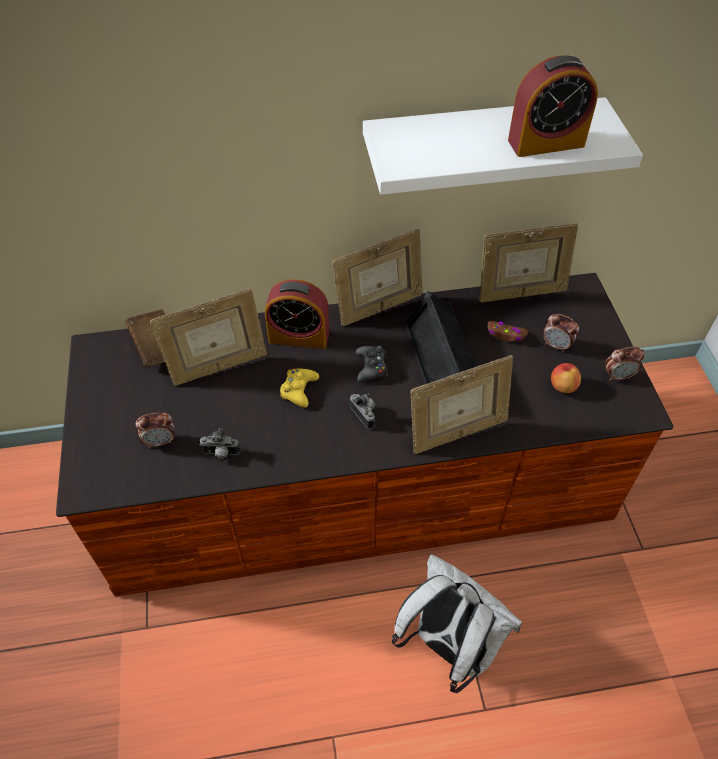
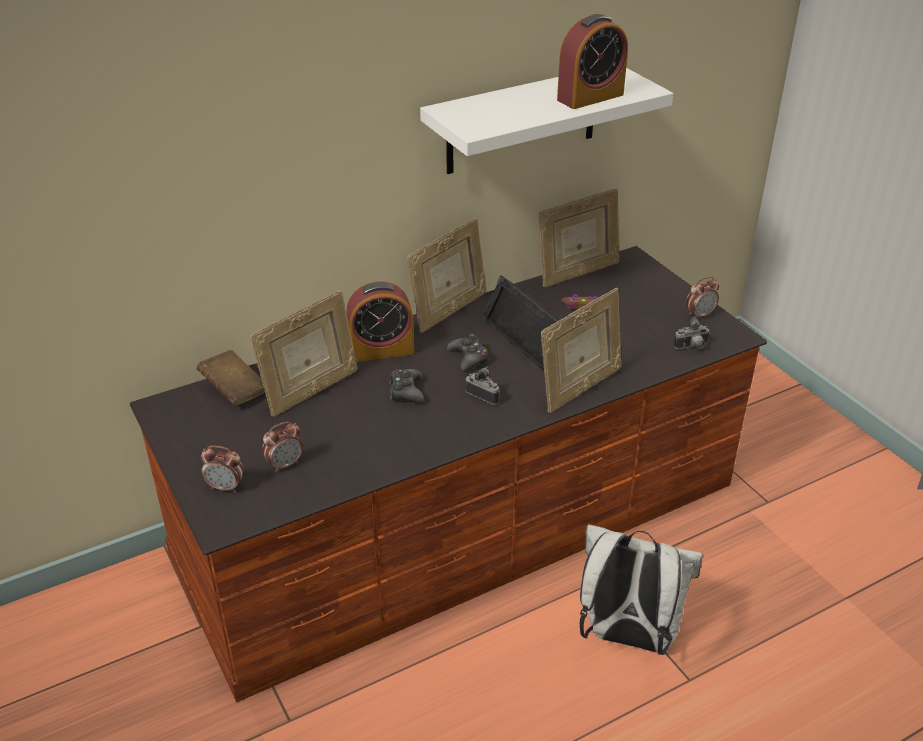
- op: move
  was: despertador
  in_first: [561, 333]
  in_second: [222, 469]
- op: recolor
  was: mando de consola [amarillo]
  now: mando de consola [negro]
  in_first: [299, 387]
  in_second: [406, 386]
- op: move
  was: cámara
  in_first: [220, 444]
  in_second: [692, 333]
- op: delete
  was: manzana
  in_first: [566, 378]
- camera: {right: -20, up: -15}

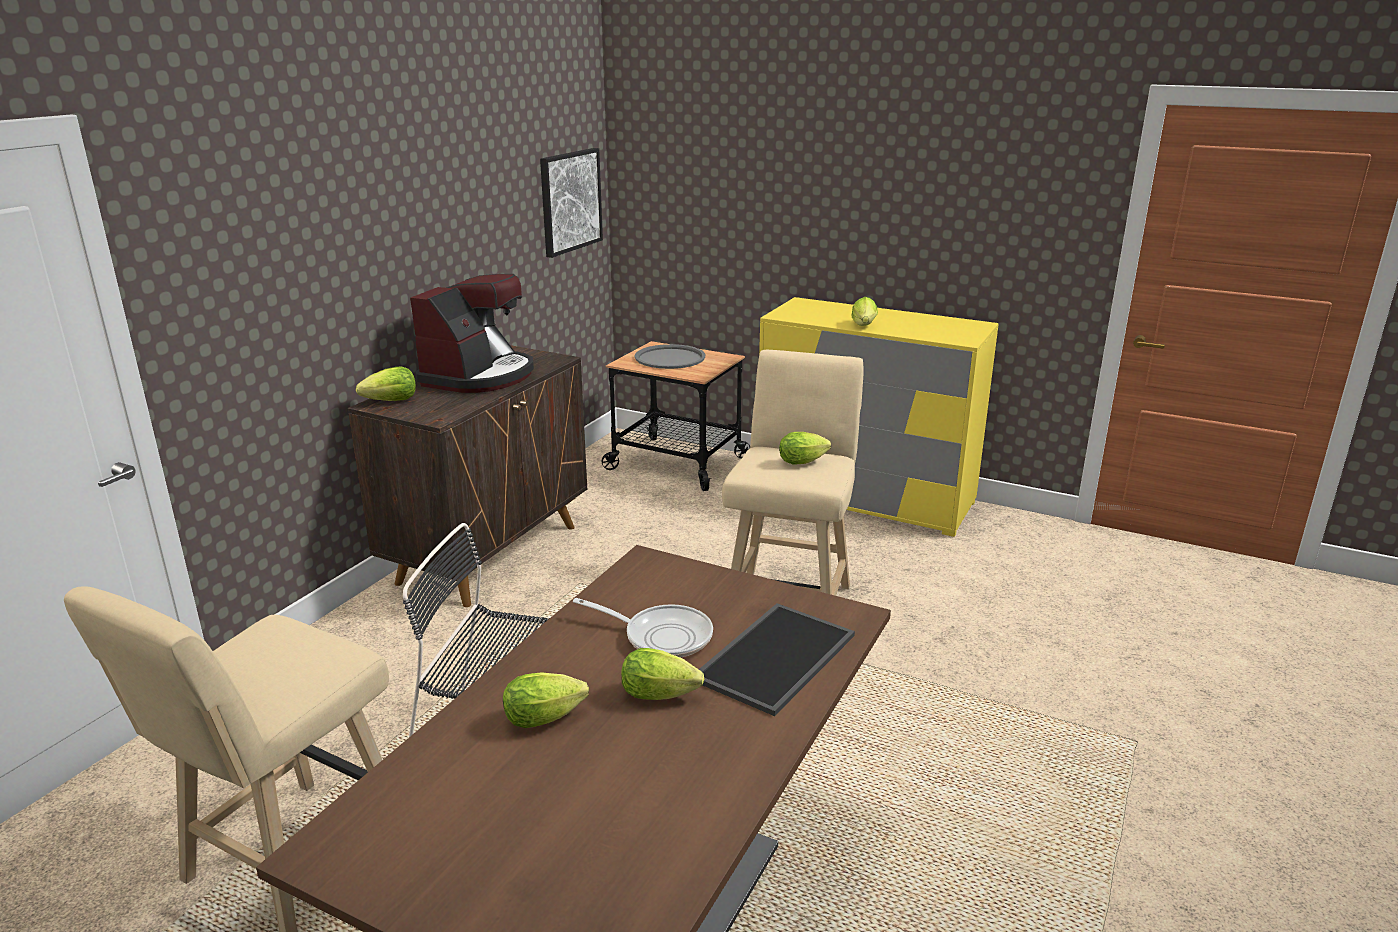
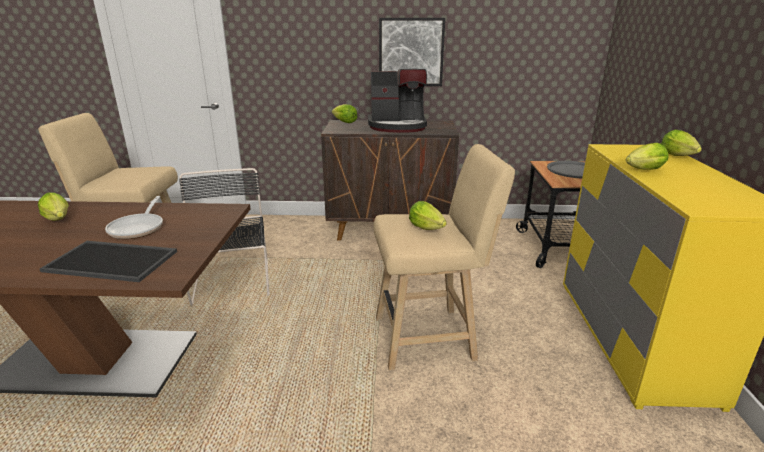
- op: move
  was: cuadro
  in_first: [571, 203]
  in_second: [412, 52]
- op: move
  was: lechuga
  in_first: [662, 674]
  in_second: [681, 143]
- camera: {right: 65, up: 0}

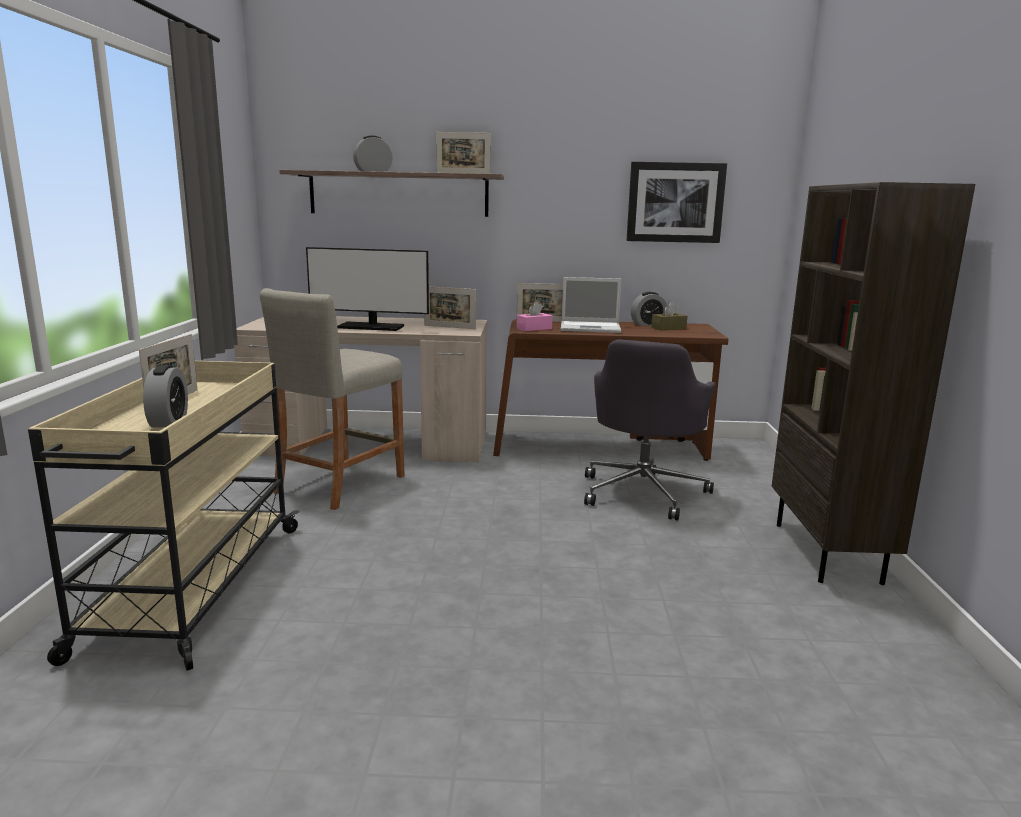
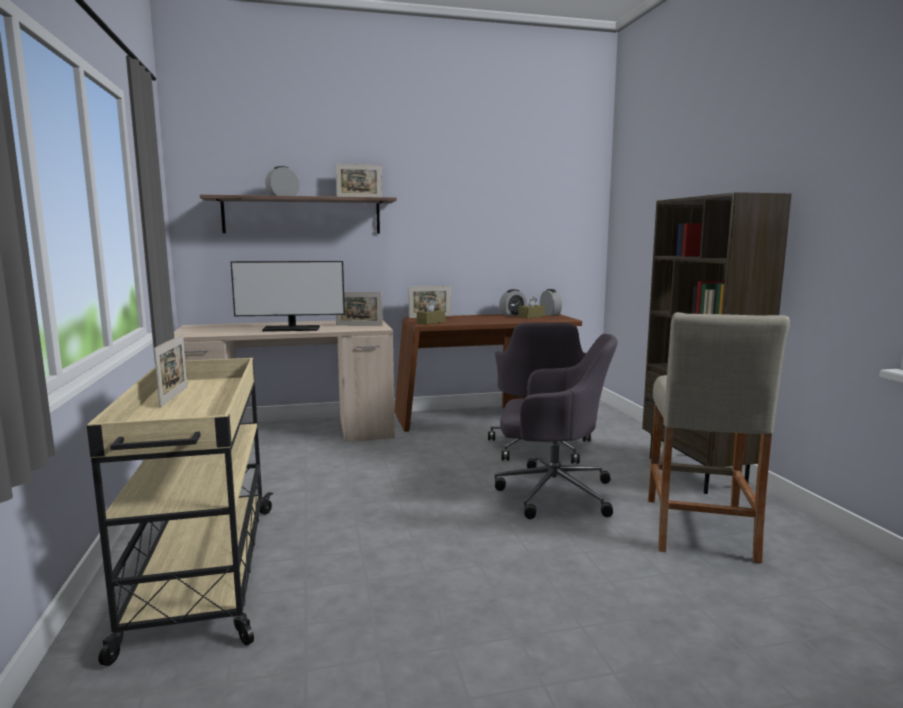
- op: recolor
  was: caja de pañuelos [rosa]
  now: caja de pañuelos [marrón]
  in_first: [535, 316]
  in_second: [431, 312]
- op: insert
  now: silla de oficina [gris]
  in_second: [556, 426]
- op: move
  was: despertador
  in_first: [165, 396]
  in_second: [551, 302]
- op: move
  was: taburete [beis]
  in_first: [332, 399]
  in_second: [719, 437]
- op: delete
  was: portátil
  in_first: [591, 305]
- op: delete
  was: cuadro
  in_first: [676, 202]
- camera: {right: -15, up: -5}

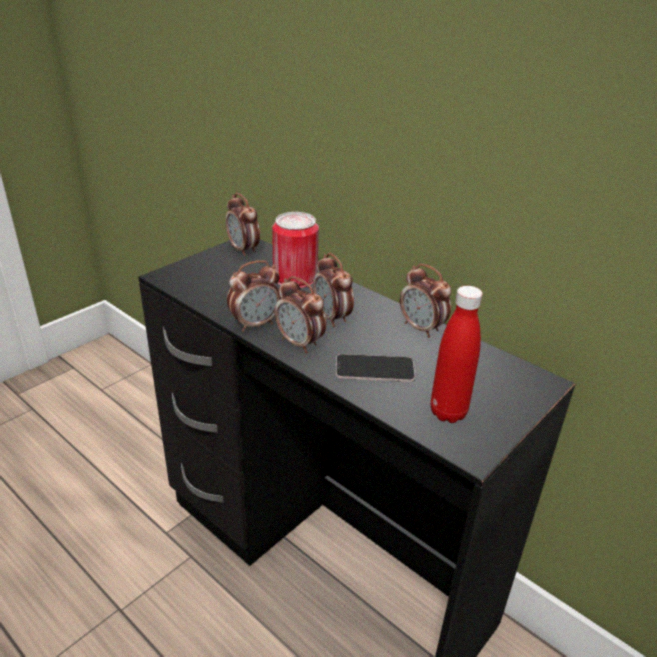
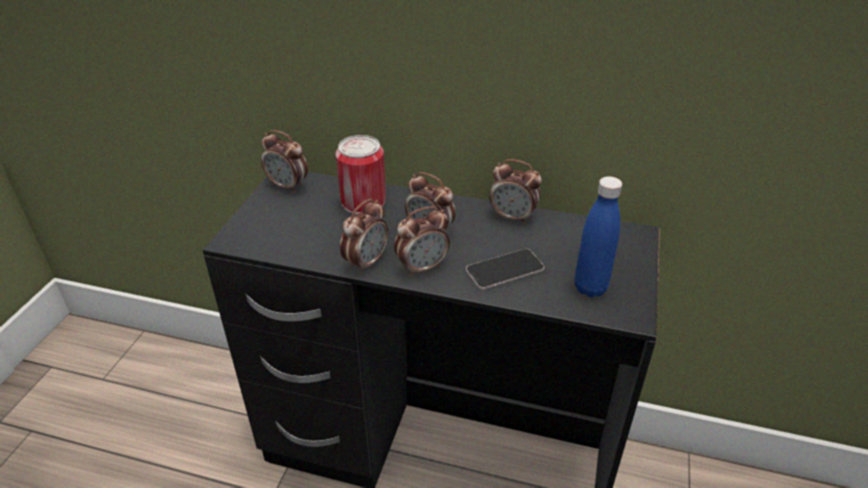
- op: rotate
  was: despertador
  in_first: [300, 314]
  in_second: [422, 241]
  clockwise: -45
- op: recolor
  was: botella [rojo]
  now: botella [azul]
  in_first: [457, 354]
  in_second: [598, 236]
- camera: {right: -25, up: 5}

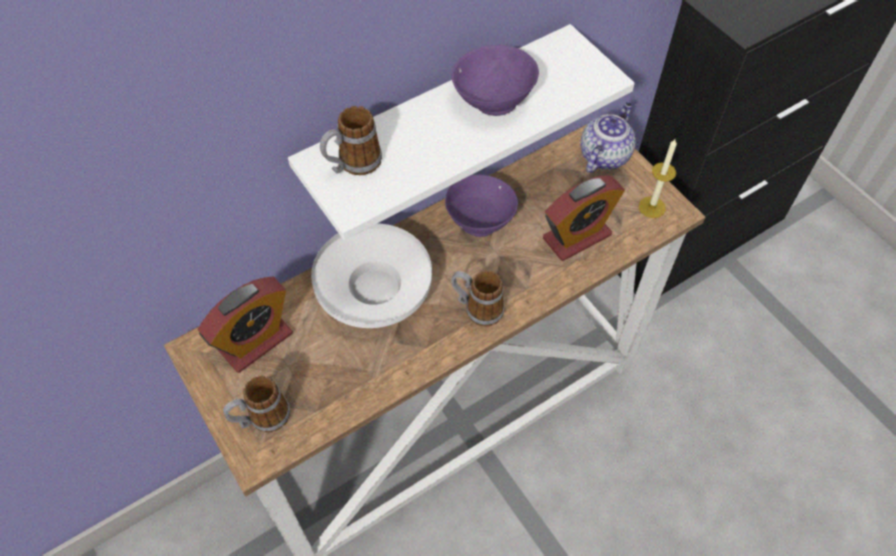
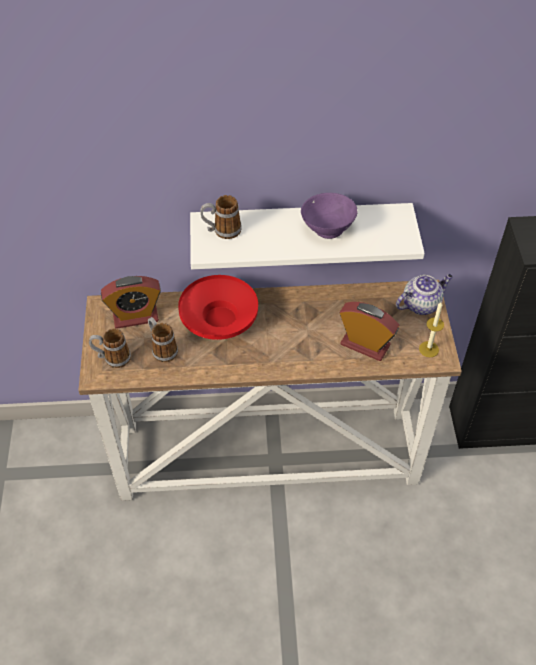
- op: move
  was: taza grande
  in_first: [477, 298]
  in_second: [163, 339]
- op: recolor
  was: cuenco [blanco]
  now: cuenco [rojo]
  in_first: [371, 275]
  in_second: [218, 307]
- op: rotate
  was: despertador
  in_first: [584, 218]
  in_second: [369, 331]
  clockwise: -150
- op: delete
  was: cuenco [morado]
  in_first: [481, 206]
- camera: {right: 30, up: -5}

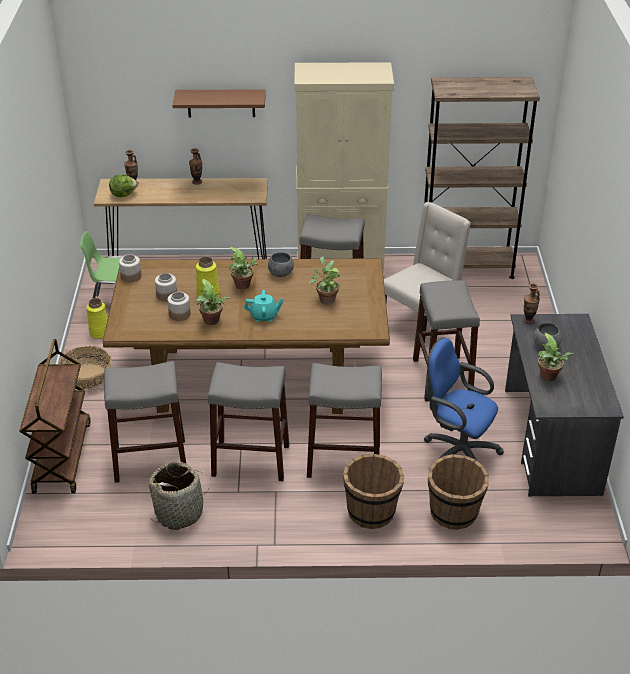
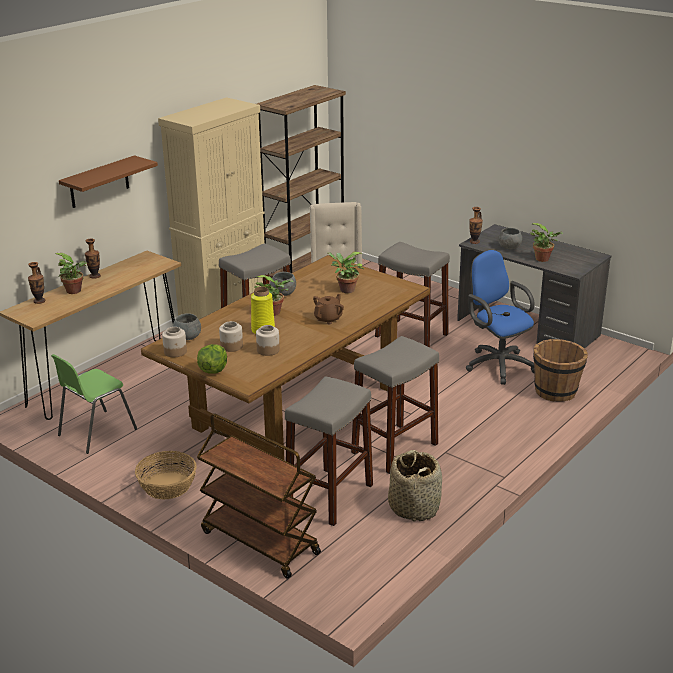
- op: move
  was: planta en maceta
  in_first: [213, 302]
  in_second: [71, 273]
- op: insert
  now: cuenco [gris]
  in_second: [186, 326]
- op: move
  was: lechuga
  in_first: [123, 185]
  in_second: [212, 359]
- op: recolor
  was: tetera [turquesa]
  now: tetera [marrón]
  in_first: [264, 306]
  in_second: [328, 309]
- op: rotate
  was: silla de oficina [azul]
  in_first: [464, 399]
  in_second: [500, 317]
  clockwise: 75
- op: delete
  was: florero [amarillo]
  in_first: [96, 318]
- op: delete
  was: taburete [gris]
  in_first: [344, 420]
- op: delete
  was: cubo [marrón]
  in_first: [373, 491]
- camera: {right: -50, up: -10}

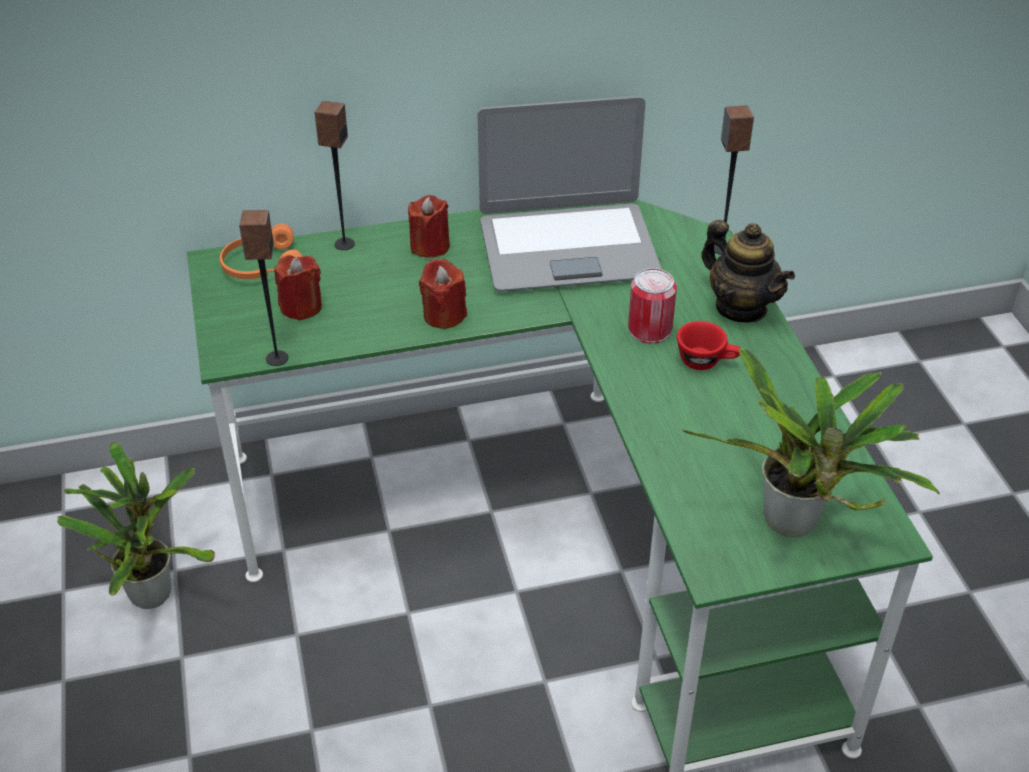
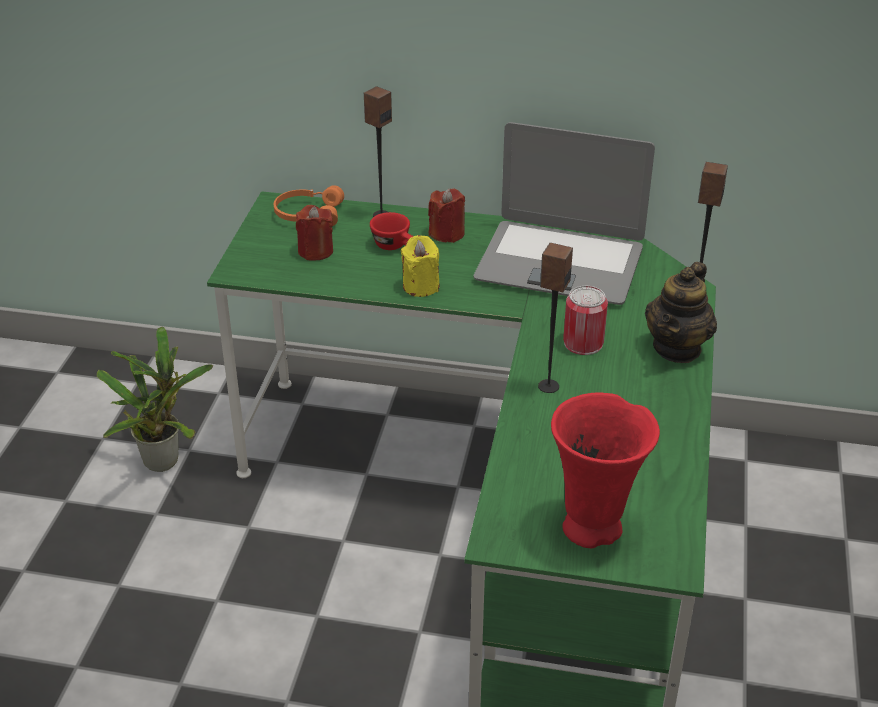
- op: move
  was: taza [rojo]
  in_first: [709, 345]
  in_second: [391, 231]
- op: recolor
  was: vela [rojo]
  now: vela [amarillo]
  in_first: [443, 293]
  in_second: [420, 266]
- op: move
  was: altavoz
  in_first: [263, 288]
  in_second: [555, 318]
- op: replace
  was: planta en maceta
  now: florero [rojo]
  in_first: [811, 442]
  in_second: [605, 471]
- op: rotate
  was: tetera
  in_first: [748, 271]
  in_second: [681, 312]
  clockwise: 45
- camera: {right: 25, up: -5}

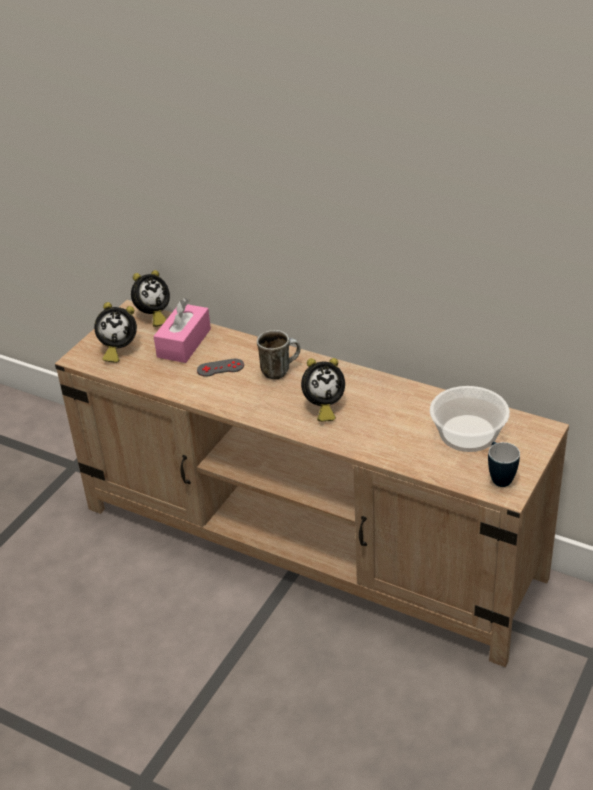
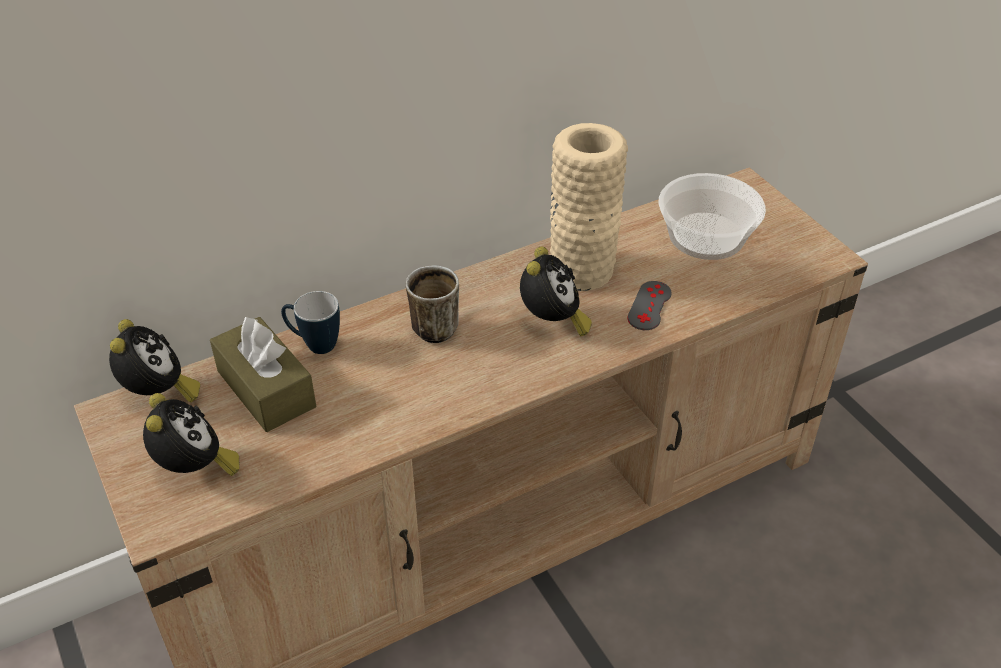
- op: rotate
  was: despertador
  in_first: [115, 332]
  in_second: [191, 434]
  clockwise: -45
- op: recolor
  was: caja de pañuelos [rosa]
  now: caja de pañuelos [marrón]
  in_first: [182, 330]
  in_second: [263, 374]
- op: move
  was: taza grande
  in_first: [504, 464]
  in_second: [310, 322]
- op: insert
  now: florero [beis]
  in_second: [589, 207]
- op: move
  was: mando de consola [gris]
  in_first: [220, 368]
  in_second: [649, 305]
- camera: {right: -60, up: 5}

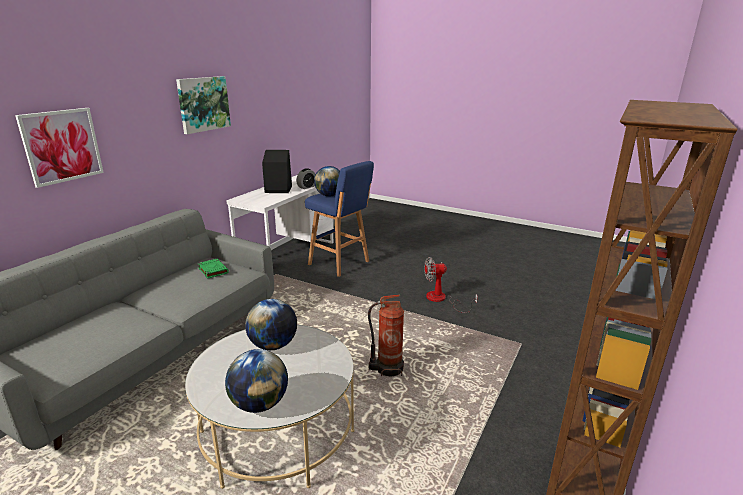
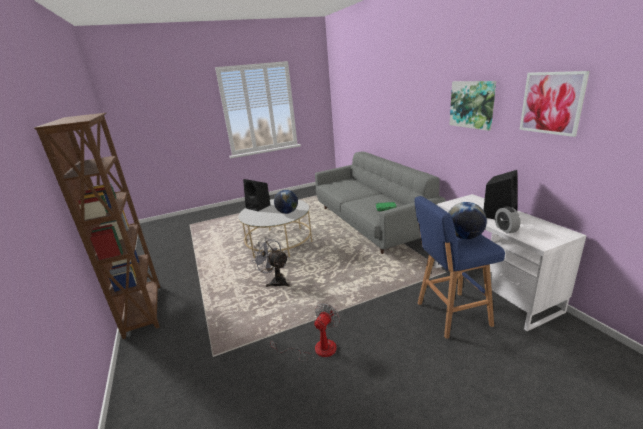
- op: replace
  was: globo terráqueo
  now: altavoz [negro]
  in_first: [256, 381]
  in_second: [257, 195]
- op: replace
  was: extintor
  now: ventilador [gris]
  in_first: [386, 336]
  in_second: [271, 262]
- op: move
  was: cuadro
  in_first: [59, 148]
  in_second: [554, 104]
- camera: {right: 130, up: 0}

